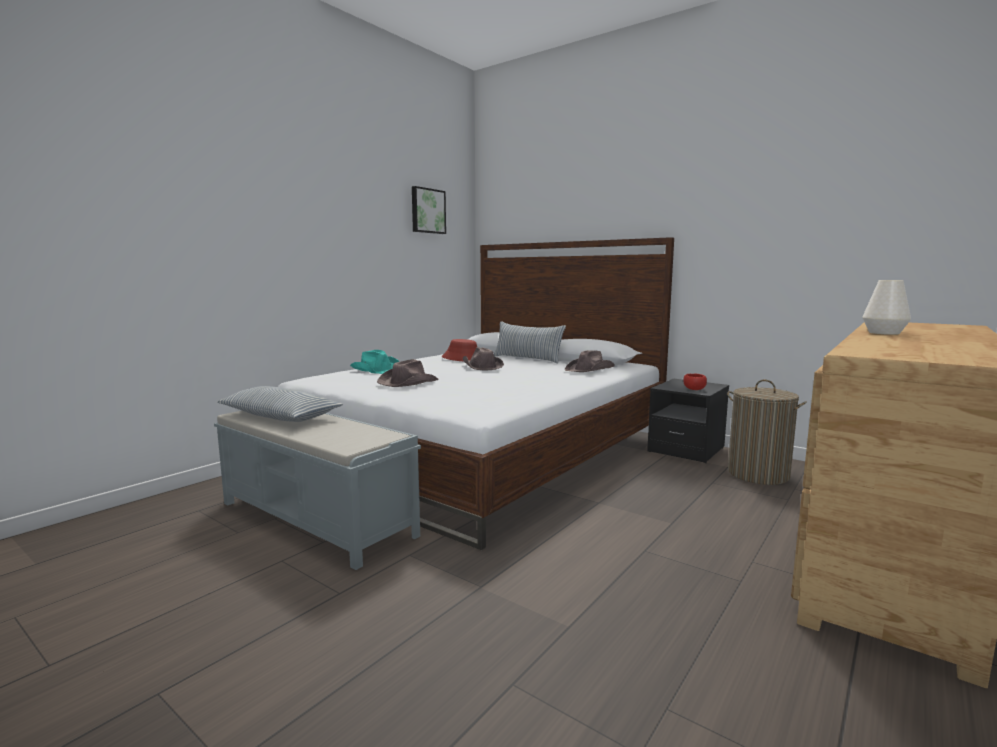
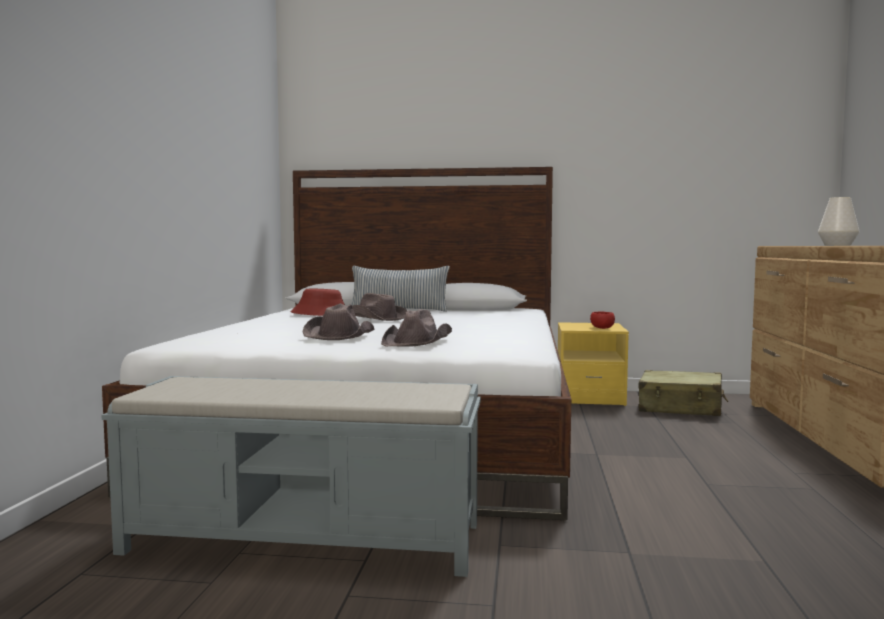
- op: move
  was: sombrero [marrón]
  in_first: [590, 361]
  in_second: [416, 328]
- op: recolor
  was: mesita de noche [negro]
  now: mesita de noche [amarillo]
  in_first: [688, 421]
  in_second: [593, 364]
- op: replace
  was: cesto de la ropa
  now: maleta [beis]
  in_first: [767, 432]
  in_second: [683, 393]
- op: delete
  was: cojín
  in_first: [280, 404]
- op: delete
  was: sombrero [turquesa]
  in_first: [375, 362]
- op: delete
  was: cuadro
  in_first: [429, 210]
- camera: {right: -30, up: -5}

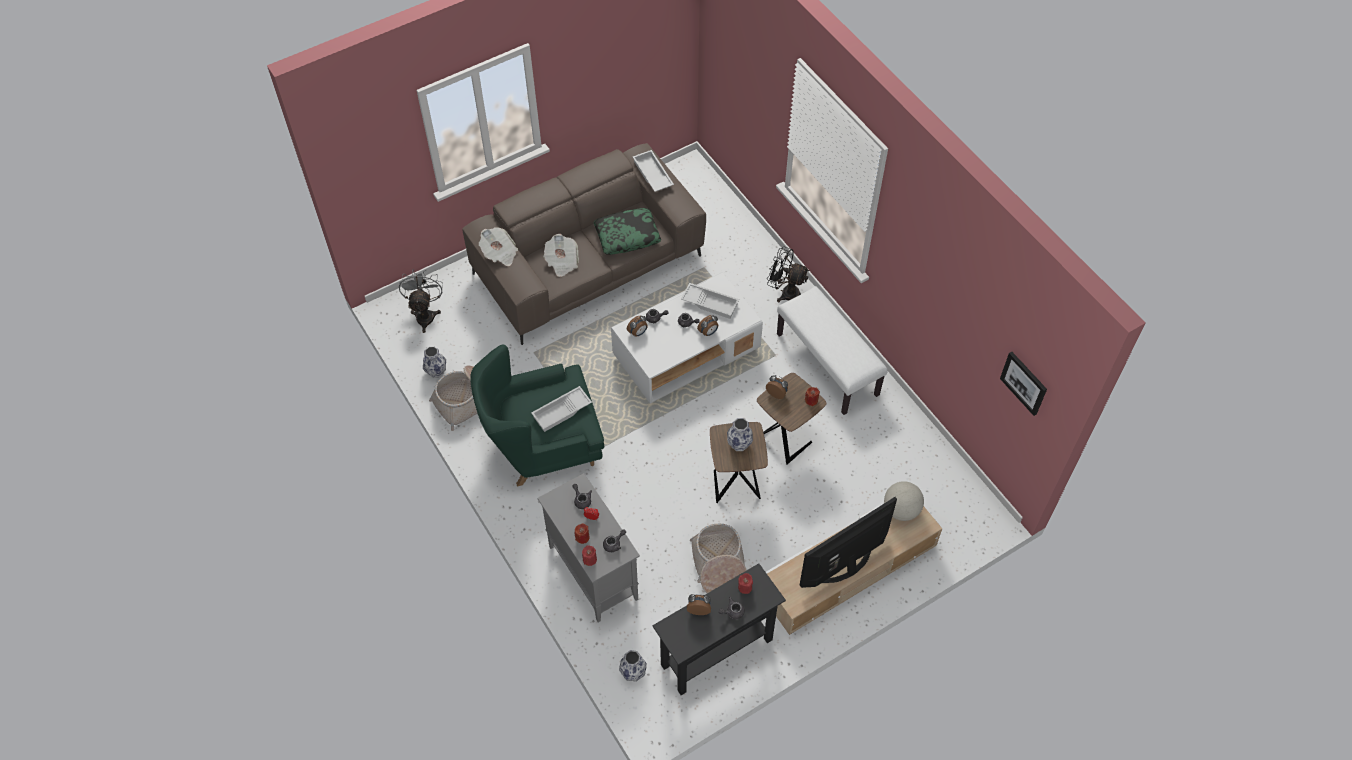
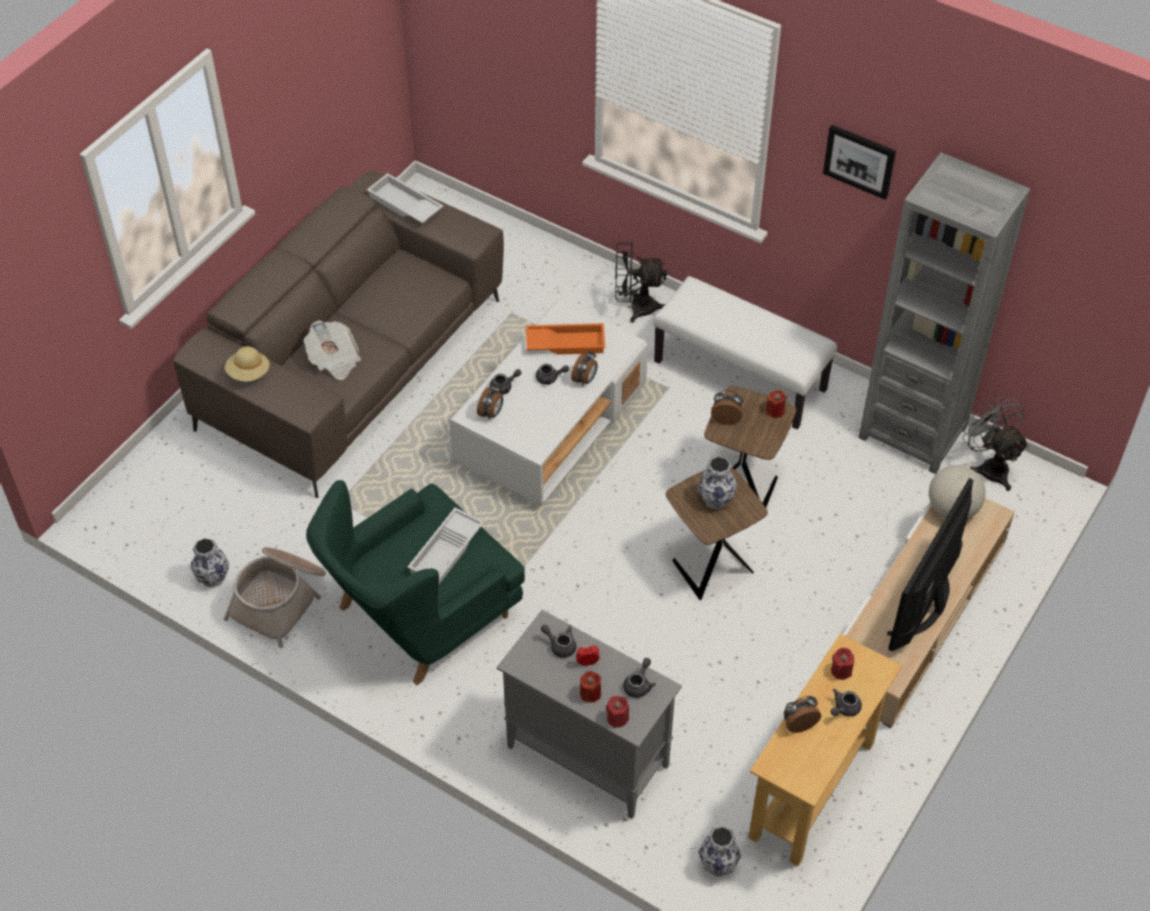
- op: replace
  was: periódico
  now: sombrero [beis]
  in_first: [498, 246]
  in_second: [247, 364]
- op: recolor
  was: bandeja [blanco]
  now: bandeja [naranja]
  in_first: [710, 301]
  in_second: [565, 339]
- op: recolor
  was: mesa consola [negro]
  now: mesa consola [beis]
  in_first: [719, 629]
  in_second: [825, 749]
- op: move
  was: cuadro
  in_first: [1023, 384]
  in_second: [859, 162]
- op: insert
  now: estantería [gris]
  in_second: [944, 313]
- op: move
  was: ventilador [gris]
  in_first: [421, 301]
  in_second: [995, 443]
- op: delete
  was: cojín
  in_first: [627, 231]
- op: delete
  was: cesta
  in_first: [718, 558]
- camera: {right: -25, up: -5}

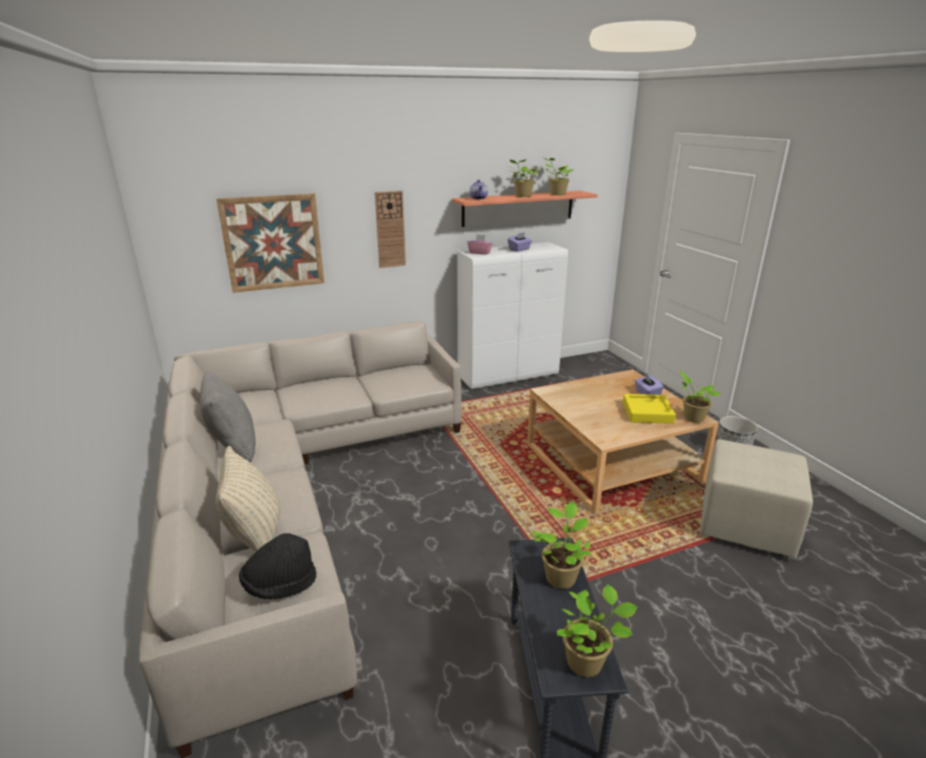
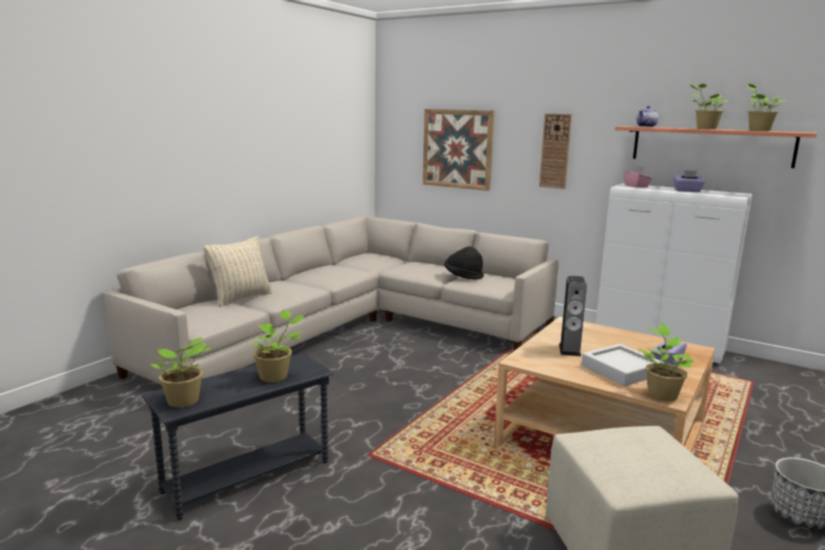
- op: move
  was: sombrero [negro]
  in_first: [277, 566]
  in_second: [464, 263]
- op: insert
  now: altavoz
  in_second: [573, 316]
- op: recolor
  was: bandeja [amarillo]
  now: bandeja [gris]
  in_first: [649, 409]
  in_second: [622, 365]
- op: delete
  was: cojín [gris]
  in_first: [227, 416]
- camera: {right: 55, up: -10}

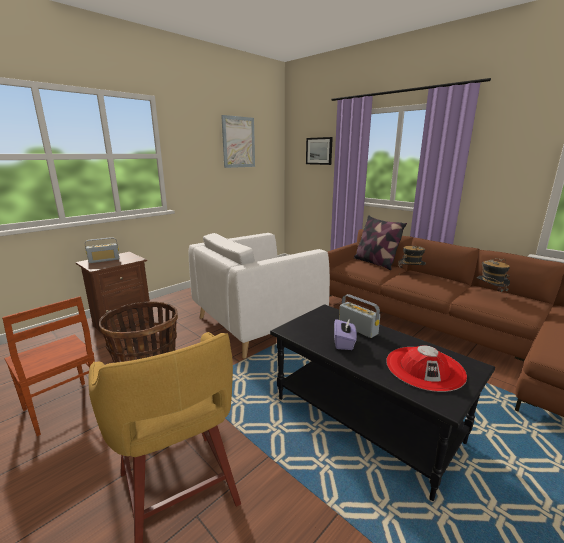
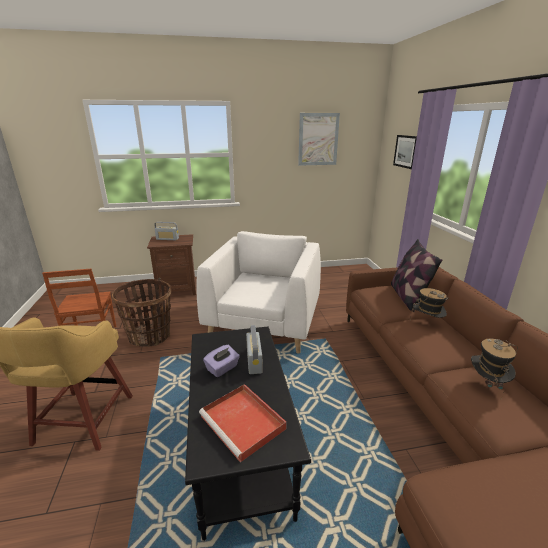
- op: rotate
  was: sillón [blanco]
  in_first: [259, 295]
  in_second: [258, 292]
  clockwise: 105
- op: replace
  was: sombrero [rojo]
  now: bandeja [rojo]
  in_first: [426, 368]
  in_second: [243, 423]
- camera: {right: 35, up: 5}

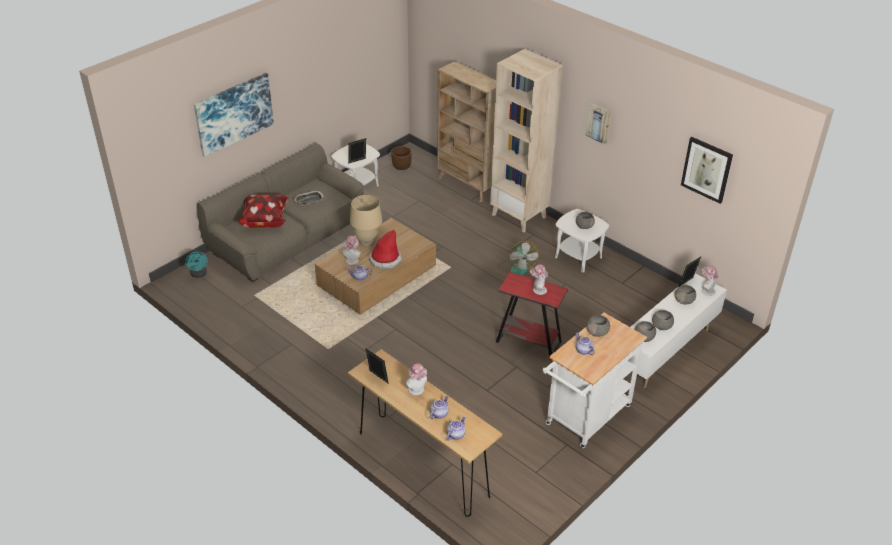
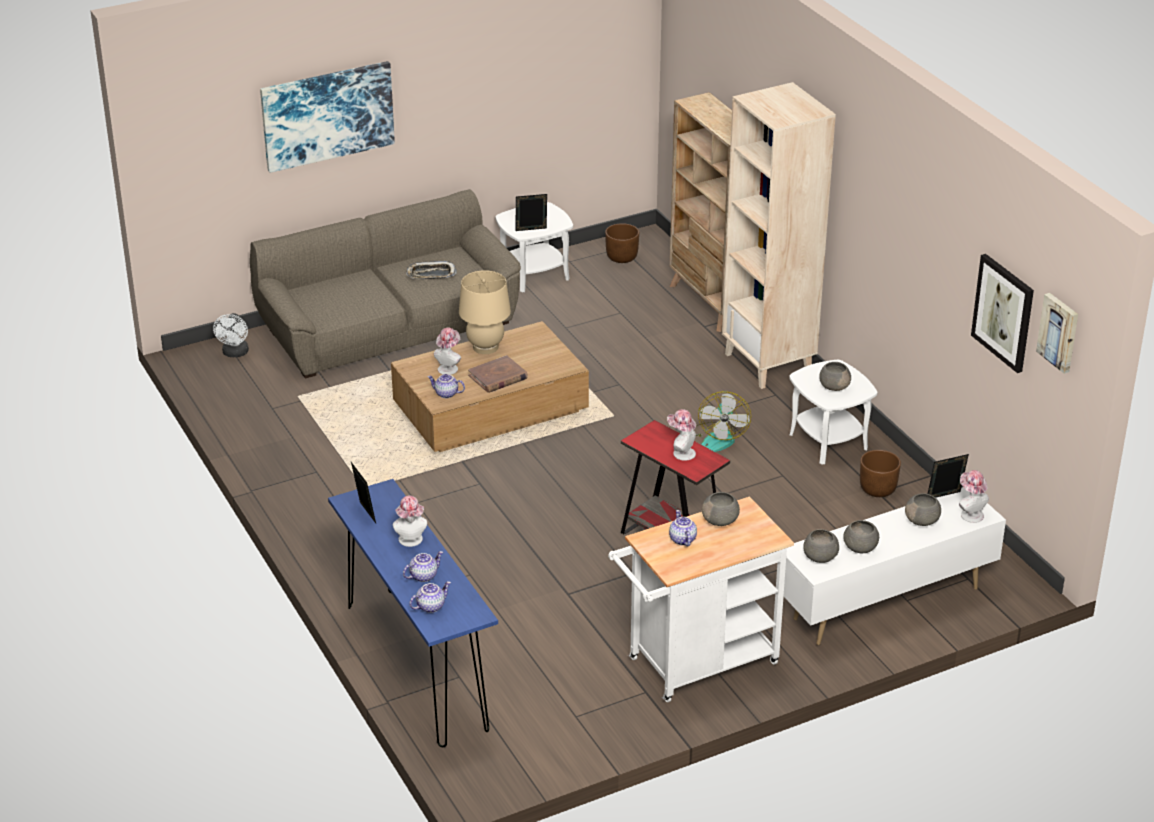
- op: recolor
  was: ventilador [turquesa]
  now: ventilador [blanco]
  in_first: [196, 264]
  in_second: [231, 335]
- op: recolor
  was: mesa consola [marrón]
  now: mesa consola [azul]
  in_first: [425, 433]
  in_second: [413, 613]
- op: replace
  was: sombrero
  now: libro [marrón]
  in_first: [385, 249]
  in_second: [498, 374]
- op: insert
  now: maceta [marrón]
  in_second: [880, 473]
- op: move
  was: cuadro
  in_first: [598, 124]
  in_second: [1057, 333]
- op: delete
  was: cojín
  in_first: [263, 211]
- camera: {right: 20, up: -5}

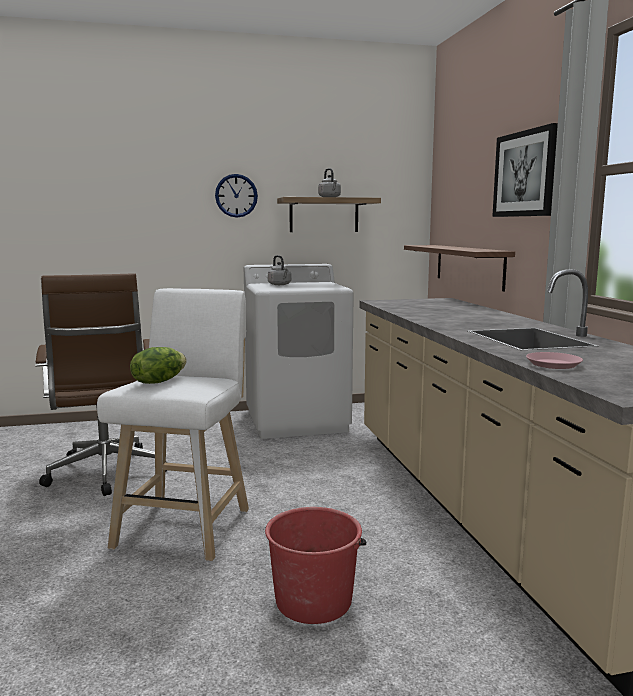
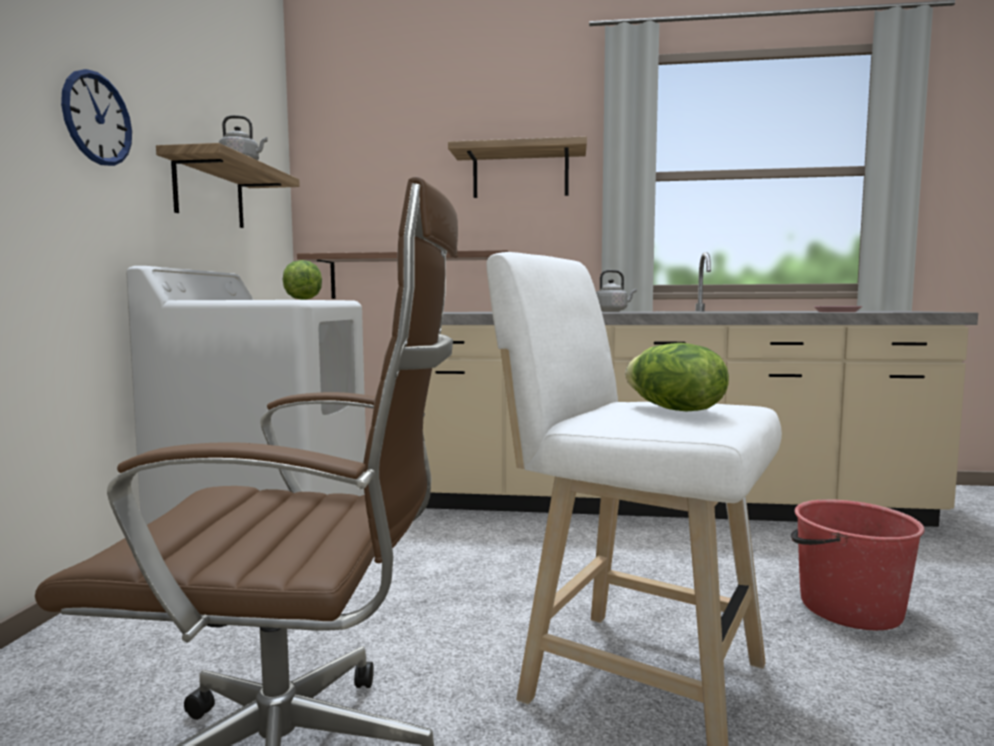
- op: insert
  now: lechuga
  in_second: [302, 280]
- op: replace
  was: cuadro
  now: estante
  in_first: [525, 170]
  in_second: [517, 167]
- op: move
  was: hervidor [gris]
  in_first: [279, 270]
  in_second: [616, 291]
- camera: {right: -70, up: -5}

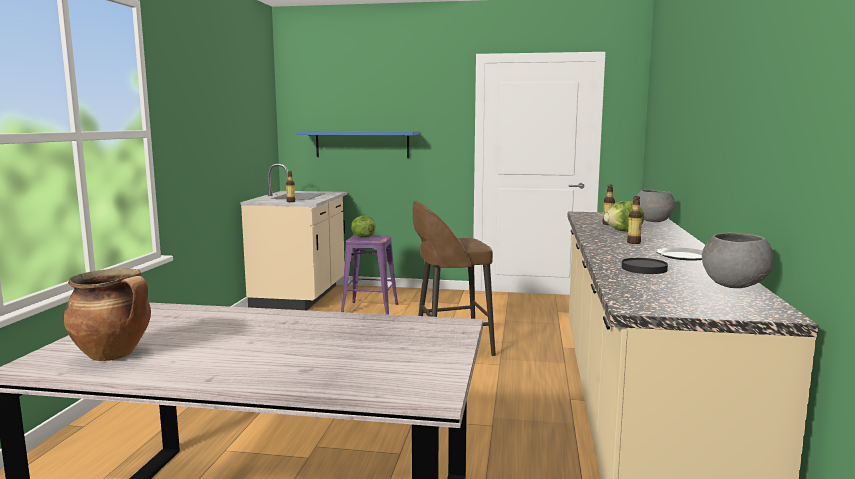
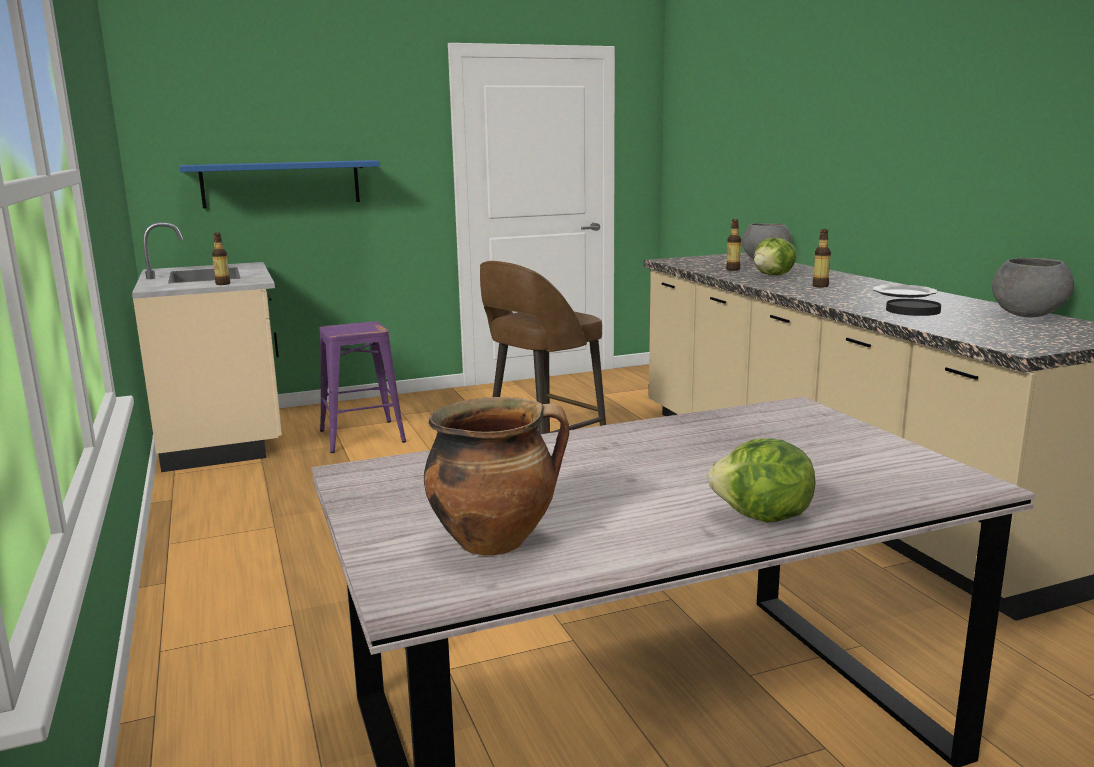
- op: move
  was: lechuga
  in_first: [363, 226]
  in_second: [762, 480]
- camera: {right: -30, up: 5}

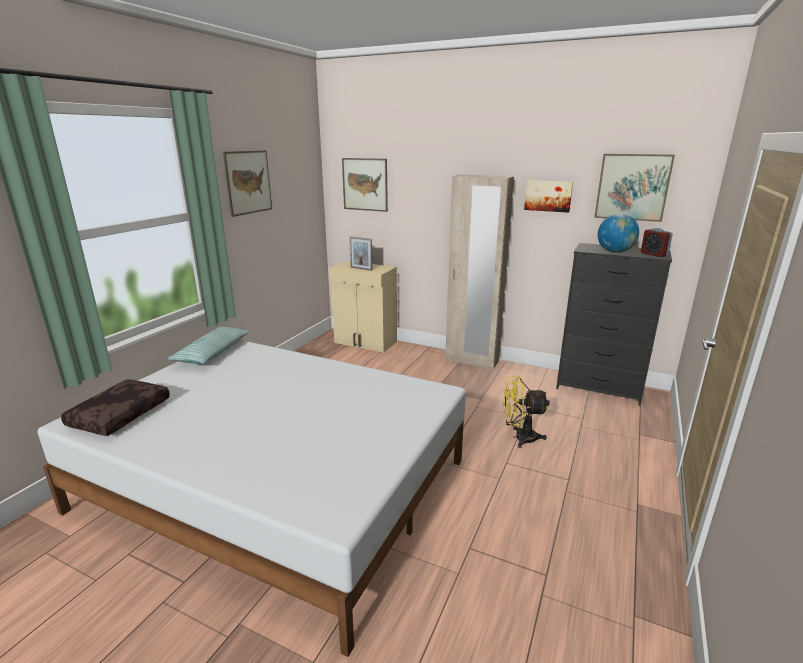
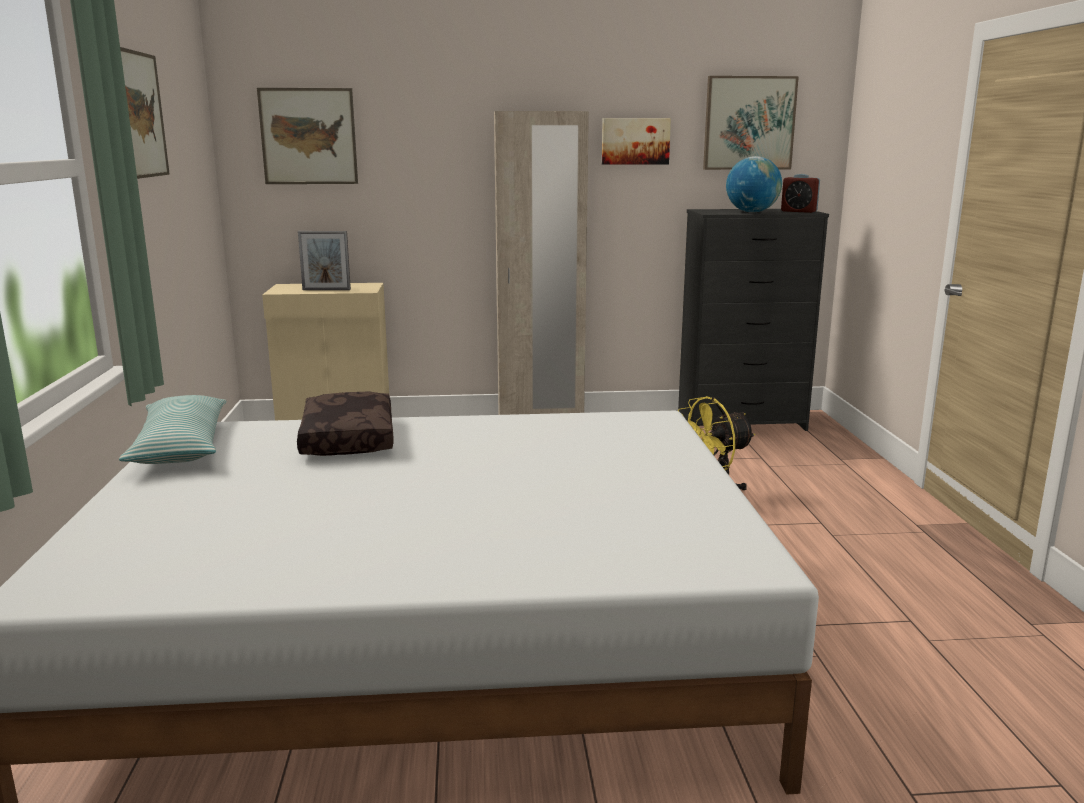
- op: move
  was: cojín [marrón]
  in_first: [115, 407]
  in_second: [345, 424]
- camera: {right: -30, up: -5}

